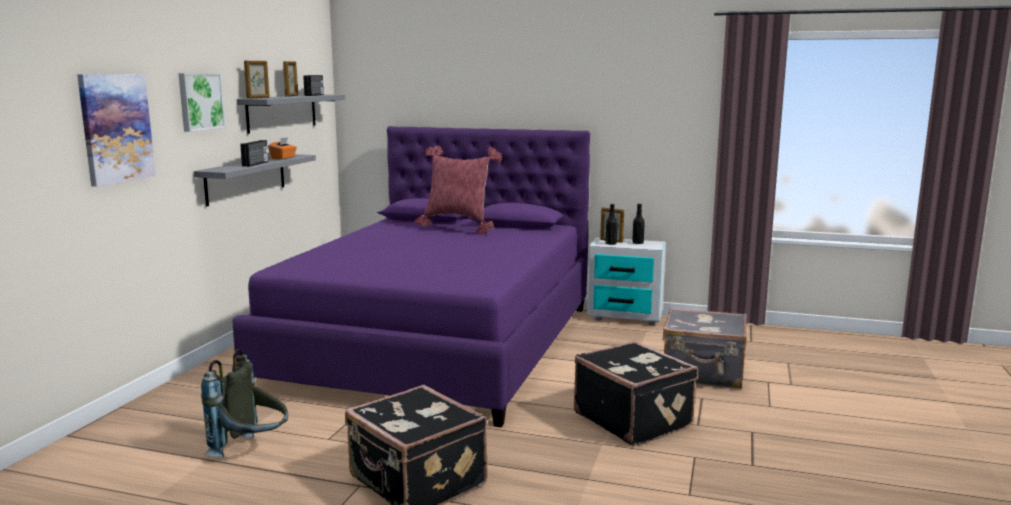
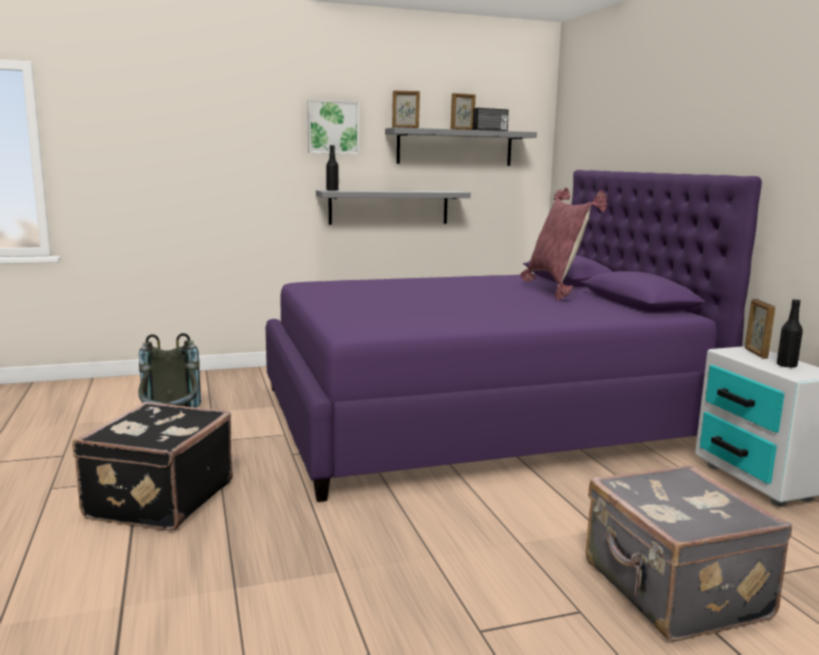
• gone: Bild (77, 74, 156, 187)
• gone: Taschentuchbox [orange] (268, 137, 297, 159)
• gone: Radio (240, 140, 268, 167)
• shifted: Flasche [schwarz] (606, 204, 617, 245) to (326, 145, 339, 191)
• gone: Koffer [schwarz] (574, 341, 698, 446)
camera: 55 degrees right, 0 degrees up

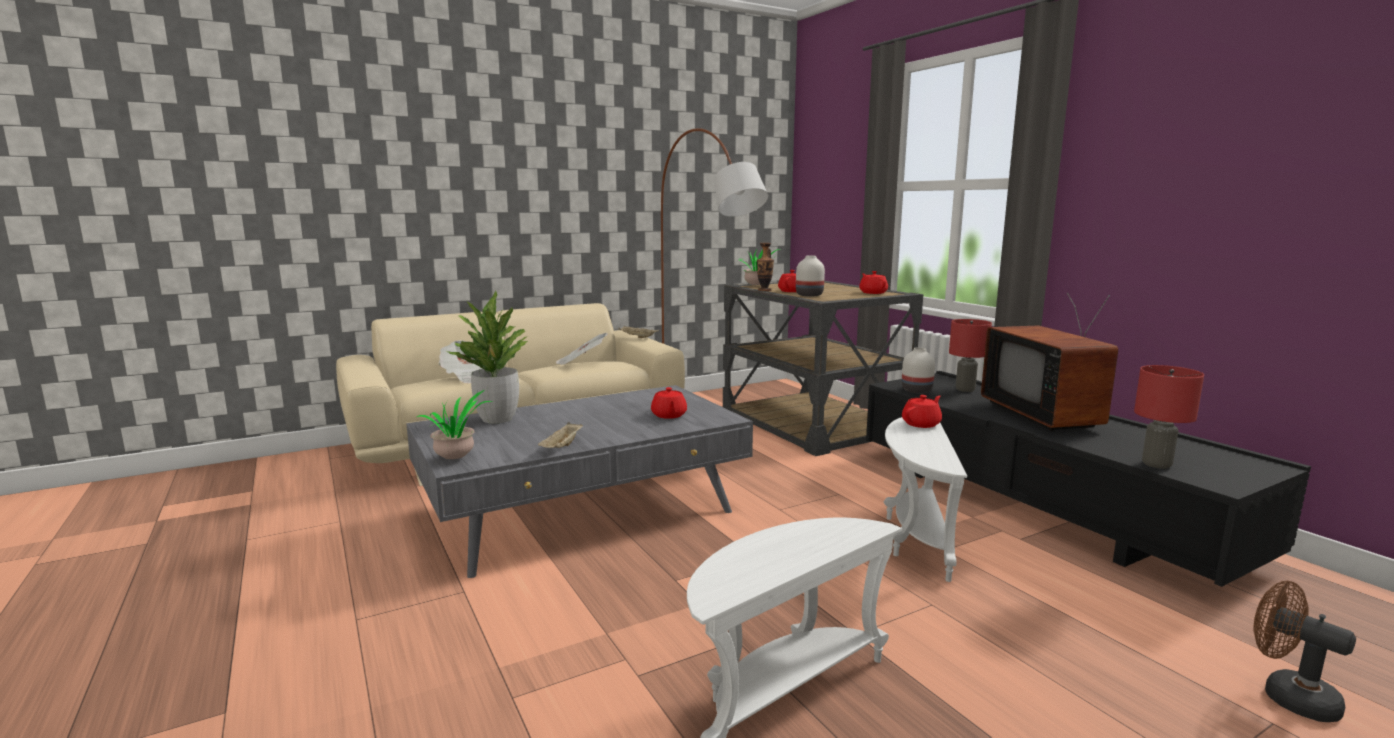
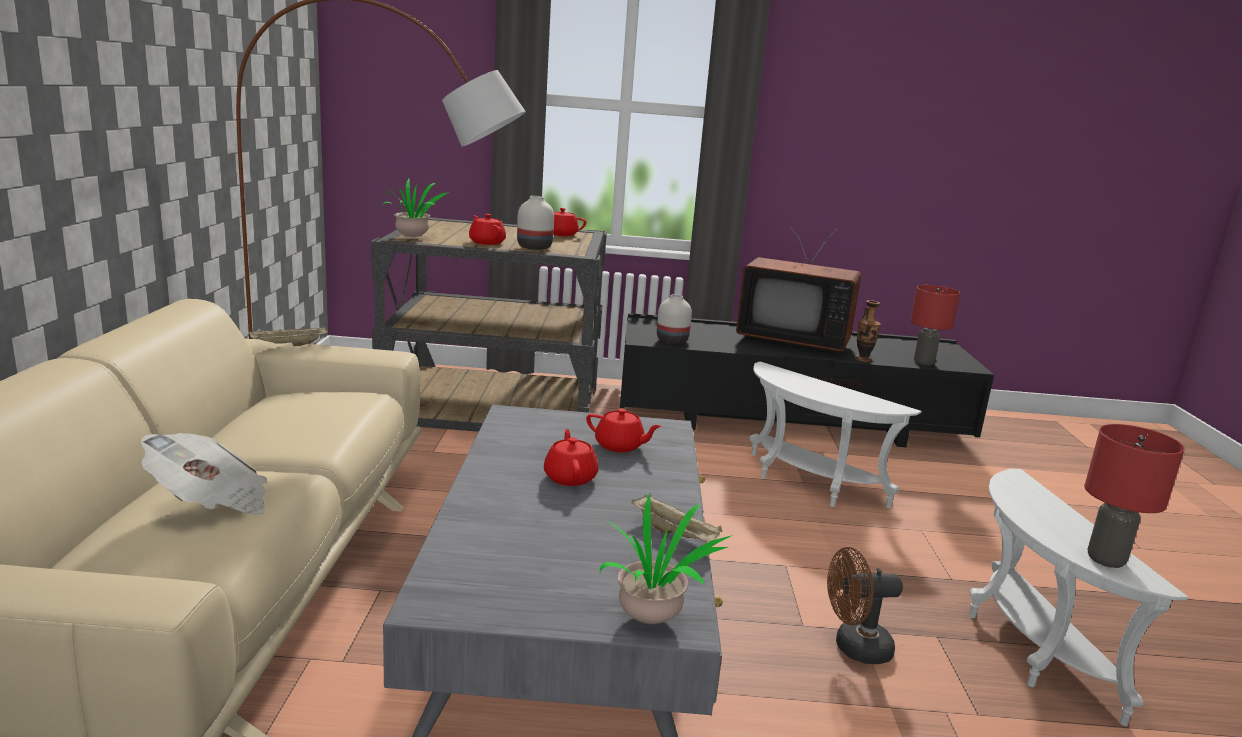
• shifted: Vase (757, 243, 774, 291) to (855, 300, 881, 362)
• gone: Topfpflanze (446, 291, 528, 424)
• shifted: Tischlampe [rot] (949, 319, 992, 392) to (1084, 424, 1185, 568)
• gone: Zeitung (555, 333, 608, 365)
• shifted: Teekanne [rot] (902, 395, 942, 428) to (544, 429, 598, 486)
• shifted: Ventilator [braun] (1253, 581, 1356, 722) to (827, 547, 903, 664)
camera: 60 degrees left, 5 degrees up

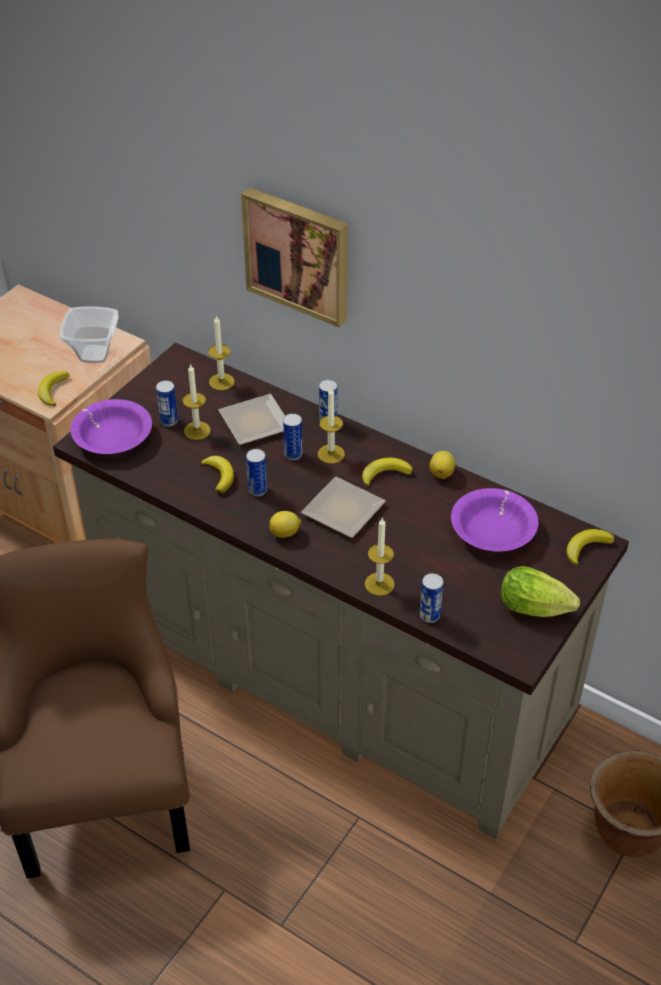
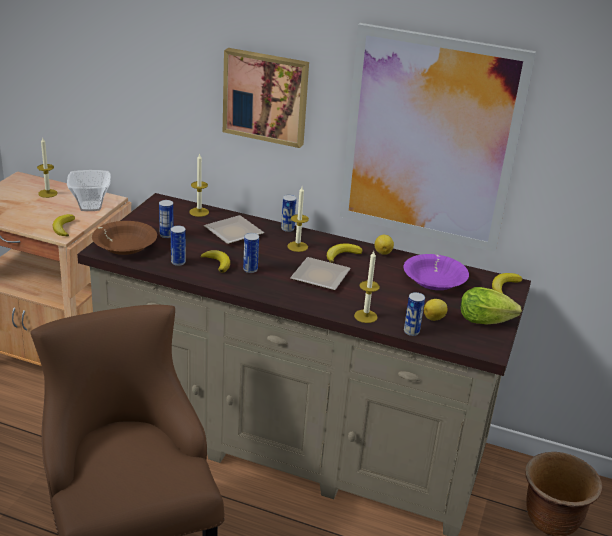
• shifted: Kerze (183, 364, 211, 440) to (37, 138, 58, 198)
• repainted: Schüssel [lila] (71, 399, 152, 454) to Schüssel [braun] (92, 221, 157, 255)
• shifted: Dose (283, 413, 303, 460) to (171, 226, 186, 266)
• shifted: Zitrone (269, 511, 301, 538) to (424, 299, 448, 321)
• new: Bild (340, 23, 536, 252)
camera: 15 degrees left, 15 degrees down

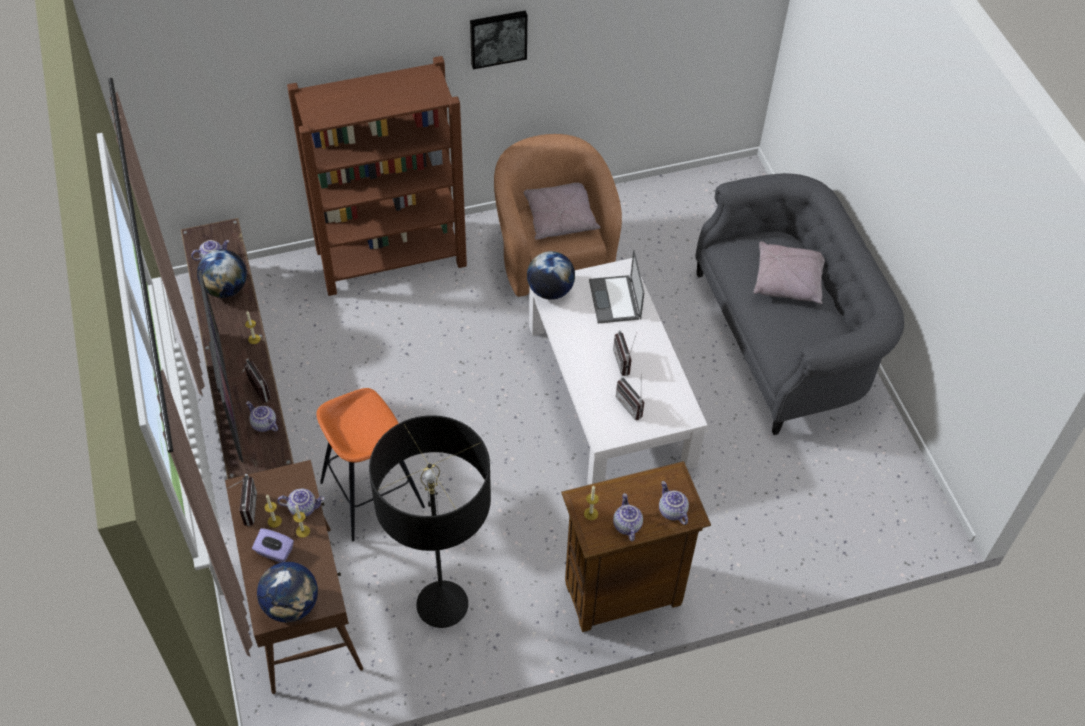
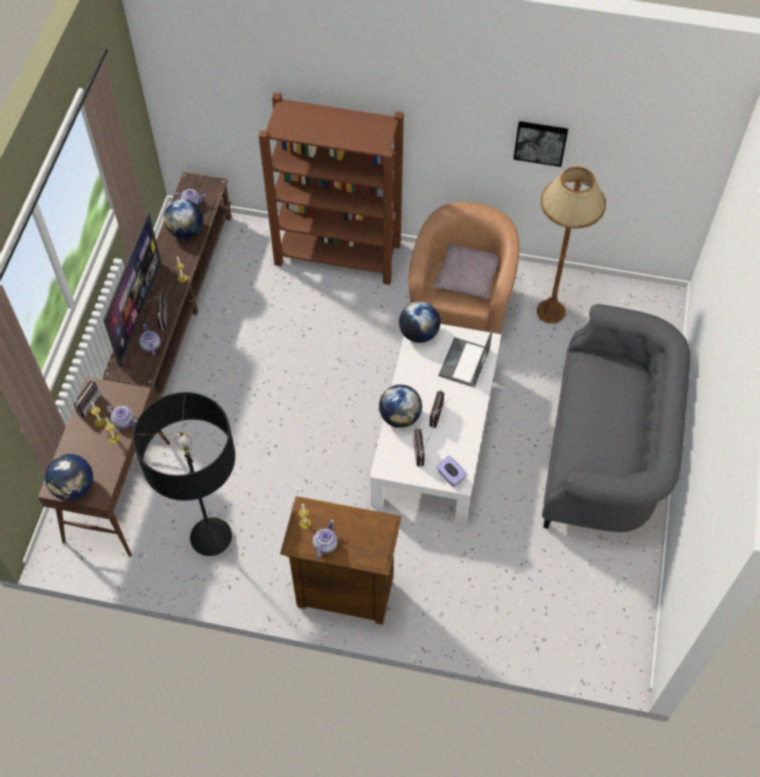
• shifted: Bild (470, 11, 527, 69) to (513, 121, 568, 167)
• gone: Kissen [lila] (754, 242, 825, 304)
• gone: Hocker [orange] (316, 388, 425, 542)
• gone: Teekanne (659, 481, 689, 525)
• shifted: Taschentuchbox [lila] (252, 528, 294, 563) to (436, 456, 467, 487)
• new: Stehlampe [braun] (537, 166, 606, 324)
• new: Globus (379, 385, 422, 428)
camera: 30 degrees right, 5 degrees up

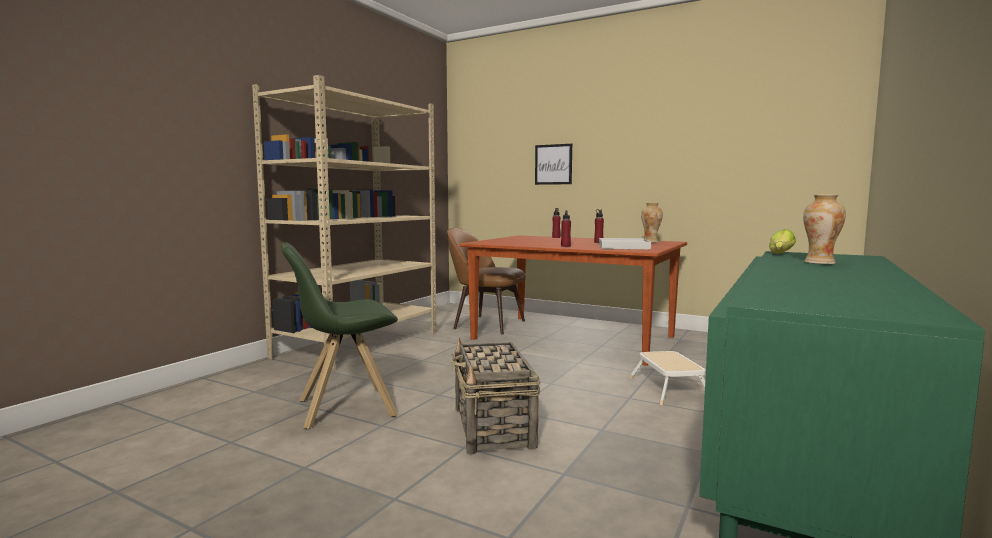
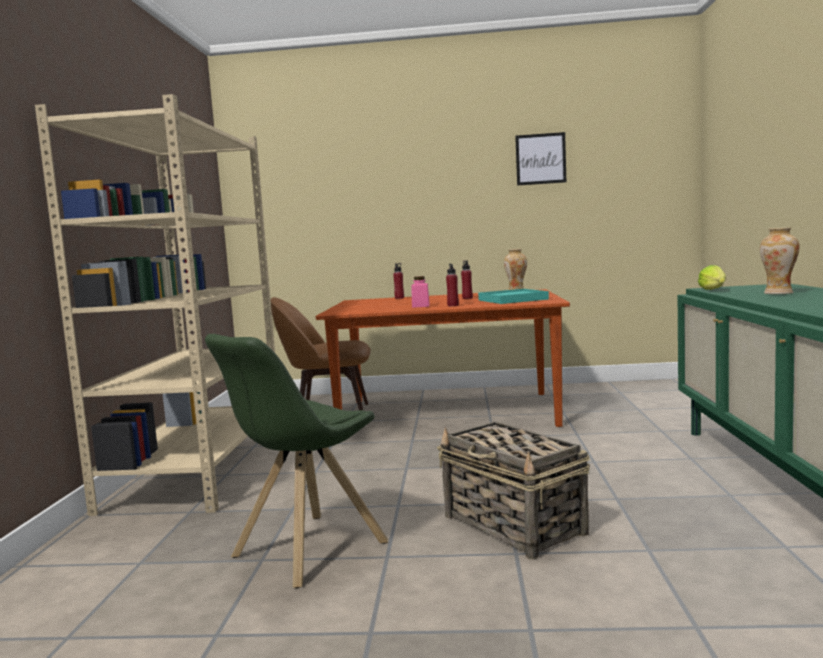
• shifted: Bild (535, 144, 572, 185) to (515, 132, 566, 186)
• repainted: Tablett [weiß] (599, 238, 651, 249) to Tablett [türkis] (478, 289, 549, 304)
• gone: Trittleiter [beige] (629, 351, 705, 406)
• new: Vorratsglas [rosa] (411, 276, 430, 308)
camera: 25 degrees left, 0 degrees up

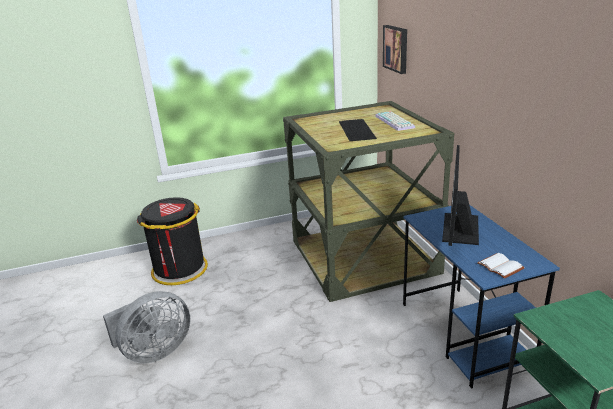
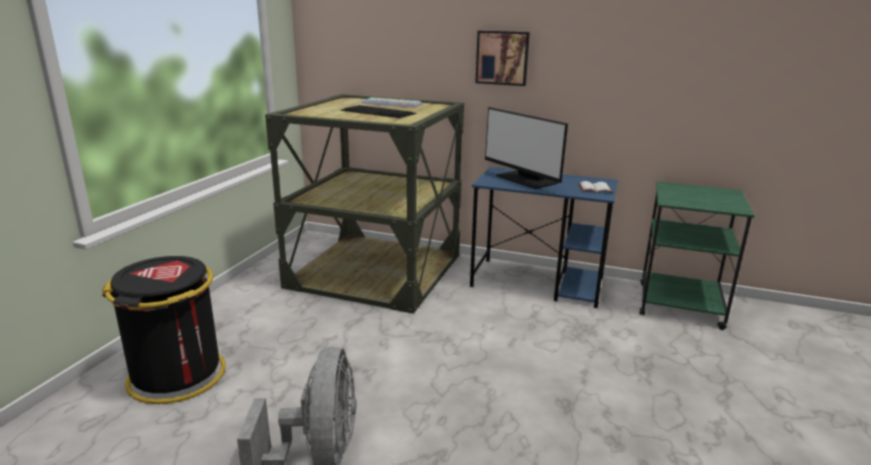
• shifted: Bild (383, 25, 407, 74) to (475, 31, 530, 86)
camera: 55 degrees left, 5 degrees down

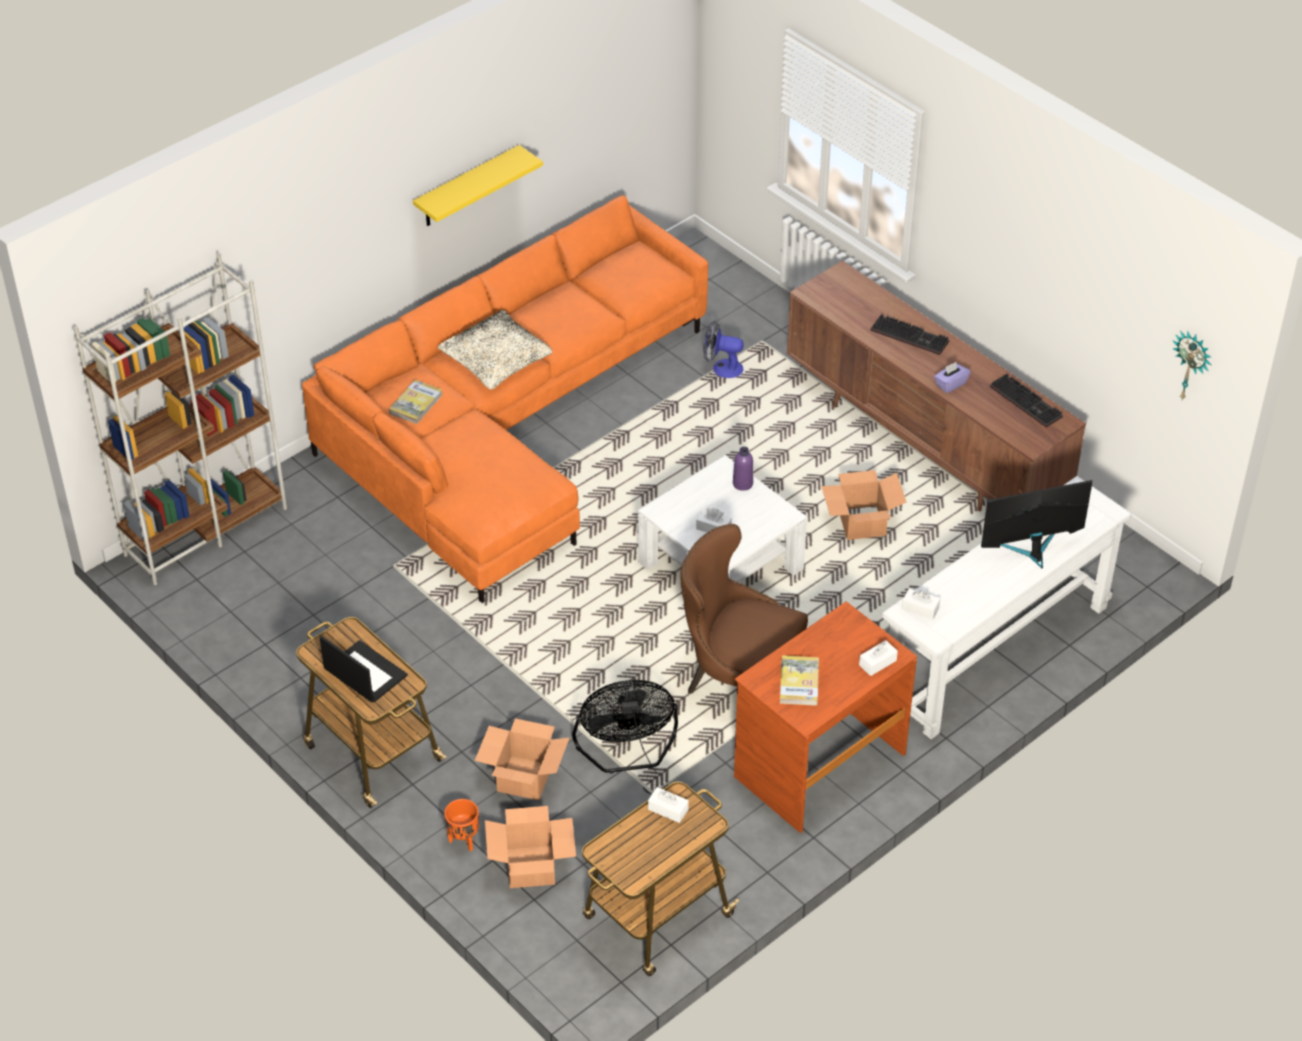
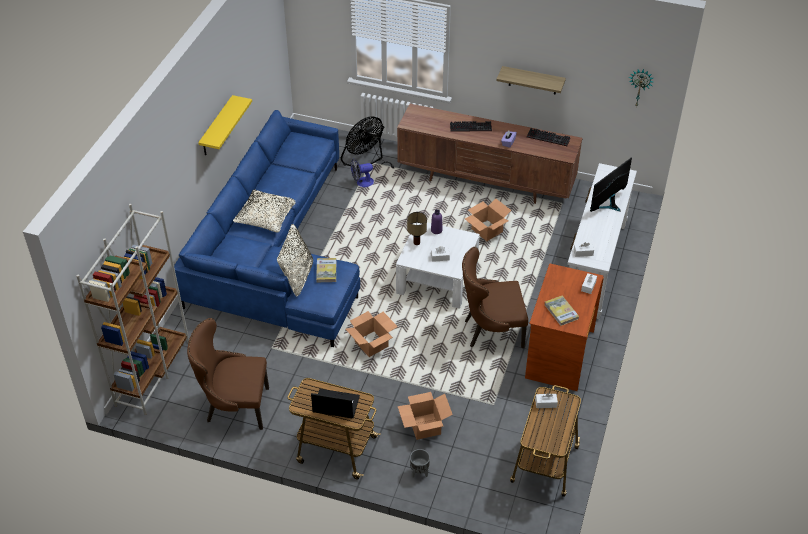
• repainted: Sofa [orange] (302, 195, 708, 603) to Sofa [blau] (174, 110, 360, 347)
• shifted: Buch (389, 379, 443, 424) to (316, 258, 336, 282)
• shifted: Ventilator [schwarz] (572, 680, 678, 794) to (341, 116, 394, 168)
• repainted: Pflanzkübel [orange] (444, 799, 479, 851) to Pflanzkübel [grau] (410, 449, 430, 478)
• shifted: Karton (485, 806, 576, 888) to (346, 311, 398, 357)
• new: Wandregal (496, 66, 566, 95)
• new: Tischlampe (407, 212, 427, 245)
• new: Kissen [beige] (277, 224, 313, 296)
• new: Stuhl [braun] (187, 318, 269, 430)
camera: 30 degrees left, 0 degrees up

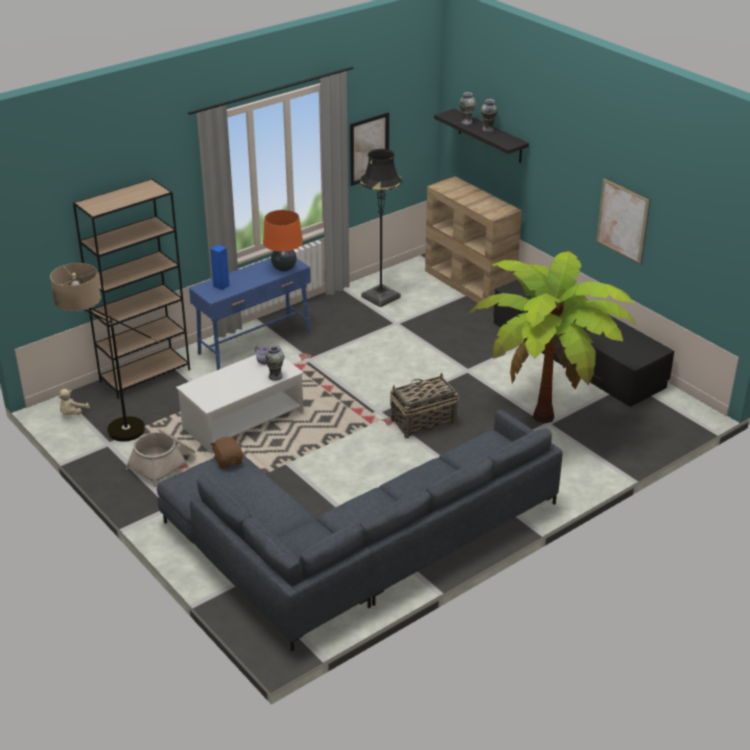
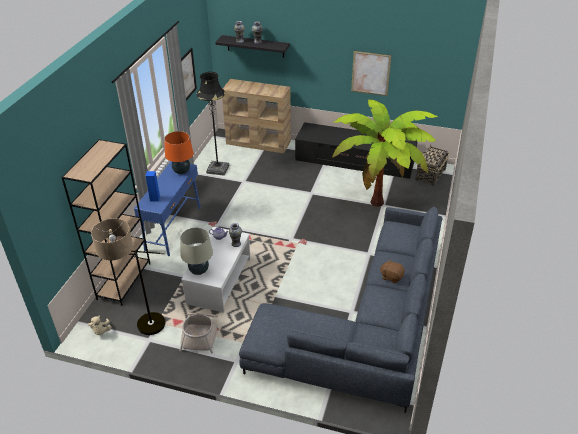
• shifted: Korb (390, 372, 459, 439) to (415, 145, 449, 186)
• shifted: Plüschtier [braun] (210, 436, 243, 469) to (380, 259, 405, 284)
• new: Tischlampe [beige] (180, 228, 213, 275)
camera: 35 degrees left, 5 degrees up

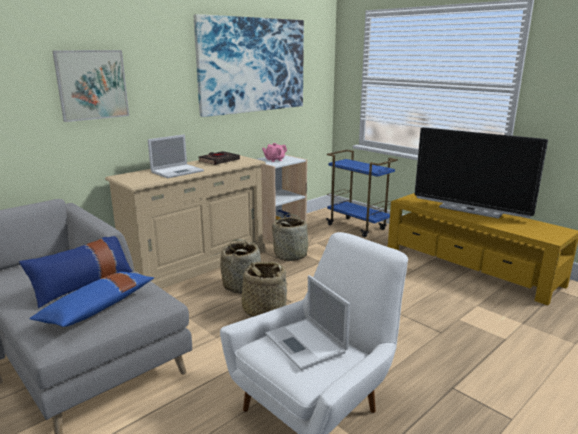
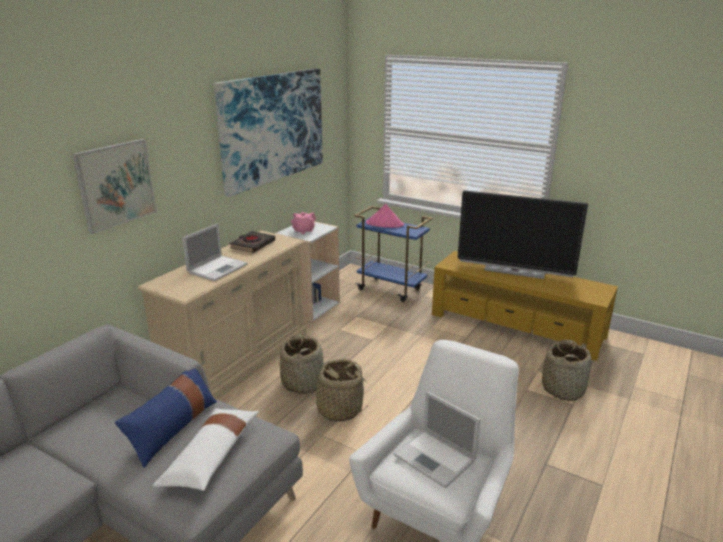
• shifted: Korb (272, 214, 310, 261) to (542, 340, 591, 401)
• repainted: Kissen [blau] (29, 272, 154, 327) to Kissen [weiß] (153, 408, 259, 491)
• new: Hut [rosa] (366, 204, 404, 228)
camera: 15 degrees left, 5 degrees up

